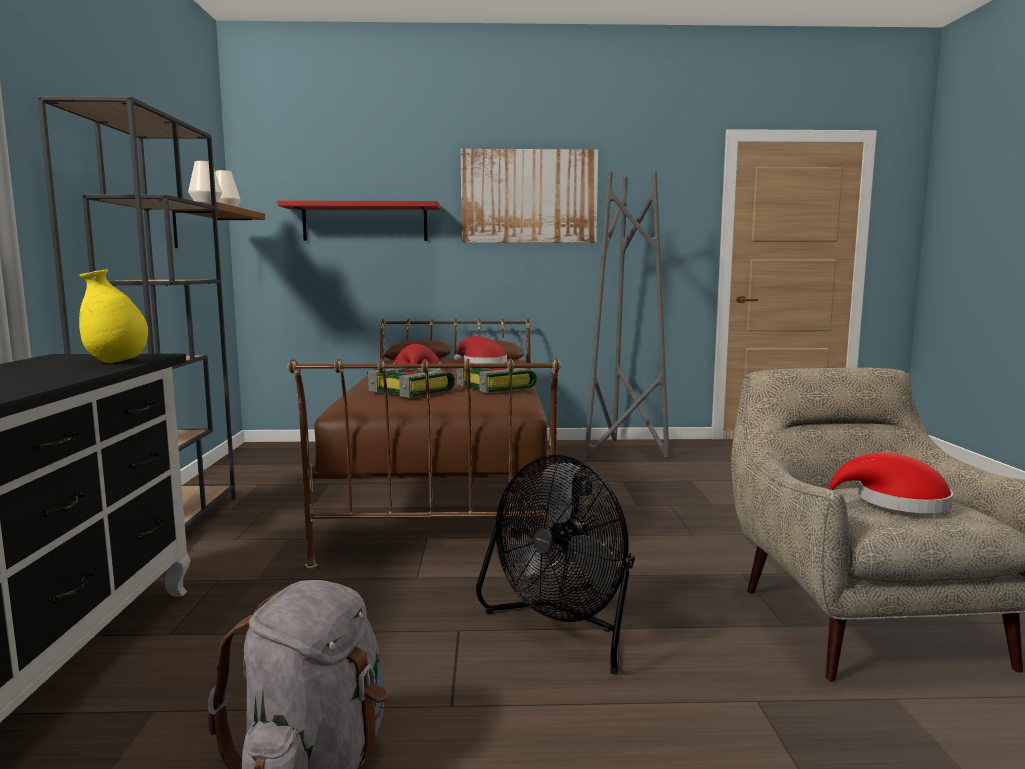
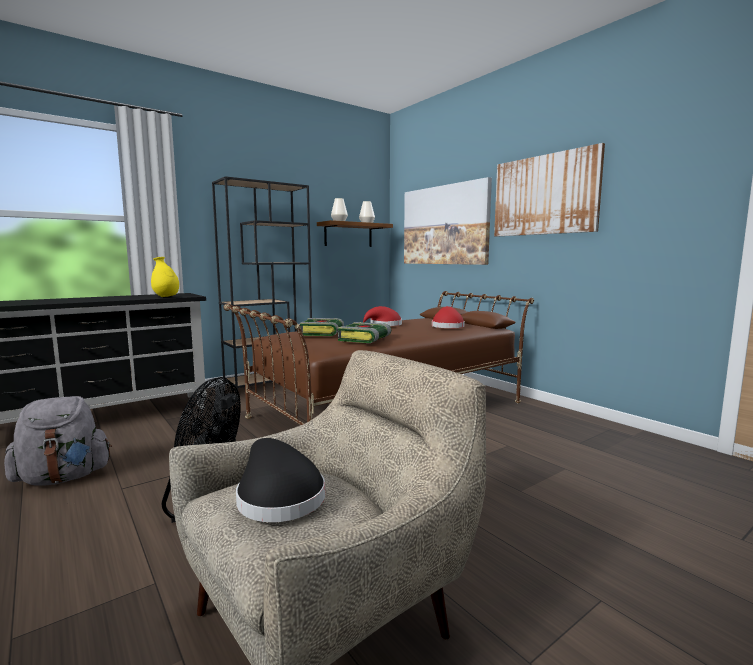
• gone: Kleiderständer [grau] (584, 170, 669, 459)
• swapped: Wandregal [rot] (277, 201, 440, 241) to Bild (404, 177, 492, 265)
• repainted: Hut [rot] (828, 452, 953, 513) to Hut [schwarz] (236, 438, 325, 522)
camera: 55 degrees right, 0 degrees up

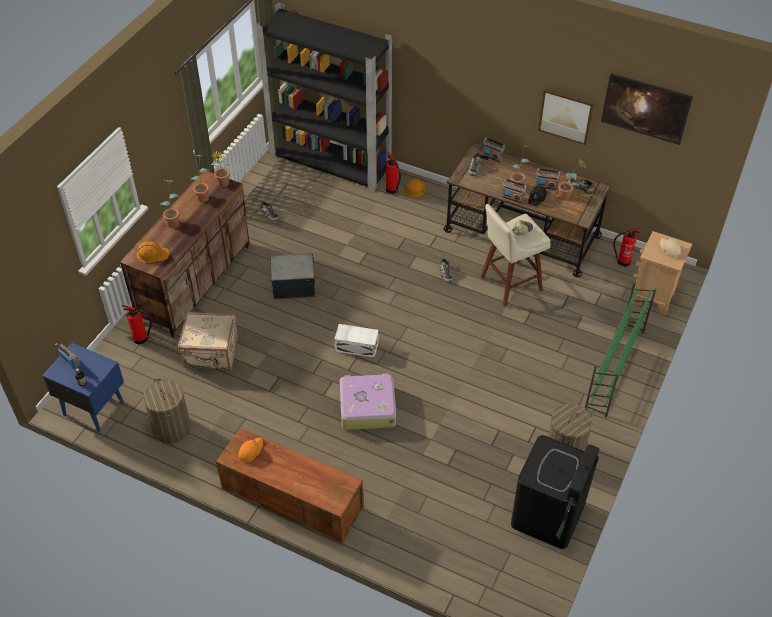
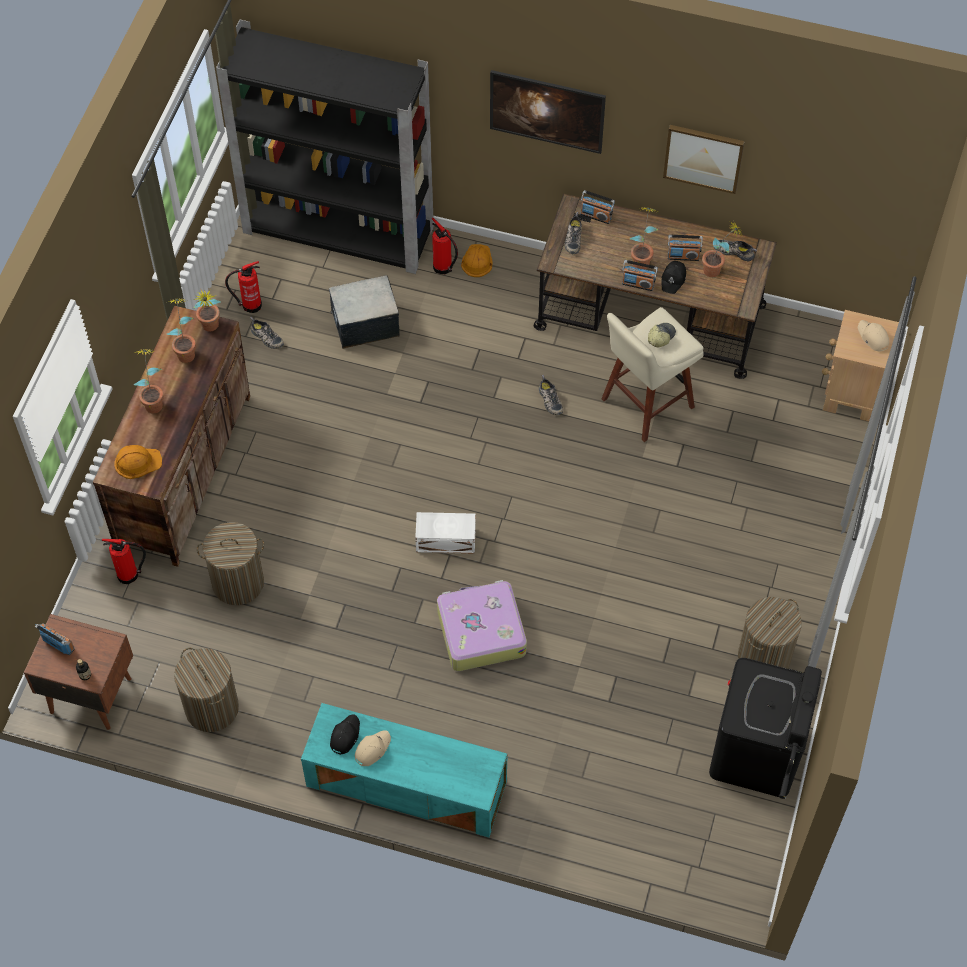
• shifted: Bild (601, 73, 693, 145) to (490, 70, 606, 154)
• shifted: Feuerlöscher (613, 228, 641, 267) to (225, 261, 262, 313)
• shifted: Aufbewahrungsbox (271, 253, 315, 300) to (329, 275, 400, 349)
• gone: Schuhregal [grün] (585, 281, 657, 417)
• swapped: Koffer [beige] (178, 312, 238, 370) to Wäschekorb (197, 522, 264, 605)
• repainted: Nachttisch [blau] (42, 343, 124, 432) to Nachttisch [braun] (24, 614, 133, 730)
• repainted: Bank [braun] (216, 428, 364, 543) to Bank [türkis] (301, 703, 508, 838)
• repainted: Kappe [orange] (238, 438, 263, 463) to Kappe [schwarz] (330, 714, 360, 755)
• new: Kappe [beige] (355, 730, 391, 766)
camera: 10 degrees left, 10 degrees up

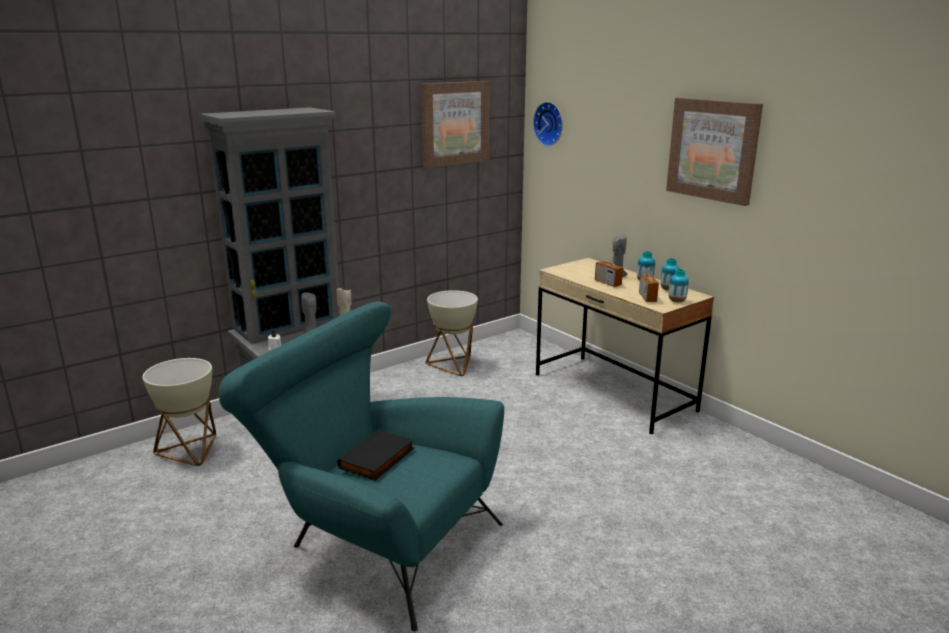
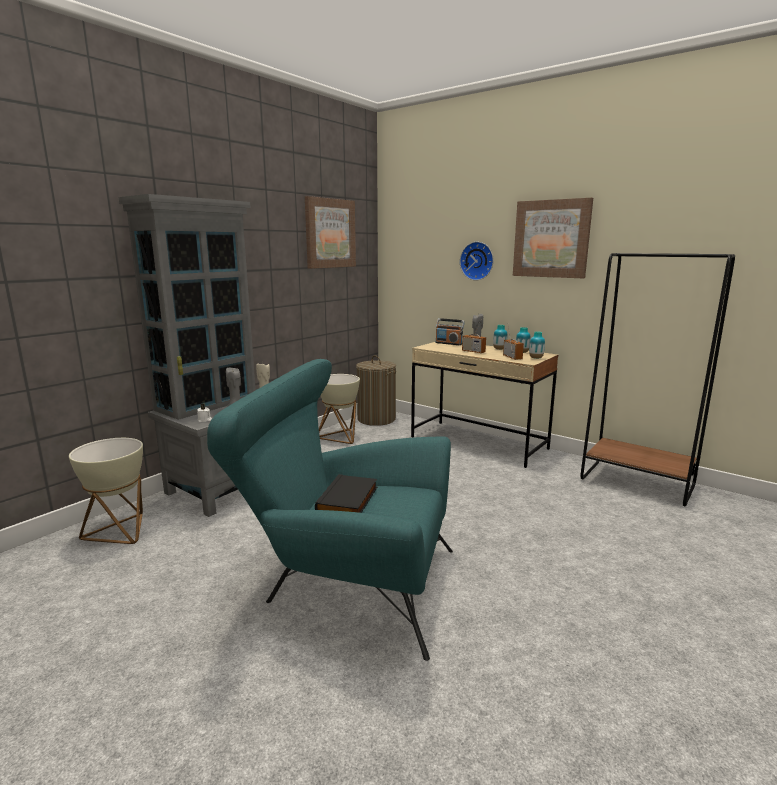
• shifted: Wanduhr (533, 102, 563, 146) to (460, 242, 494, 281)
• new: Kleiderständer (580, 253, 735, 507)
• new: Radio (435, 318, 465, 345)
• new: Wäschekorb (356, 355, 396, 426)
camera: 15 degrees left, 5 degrees down

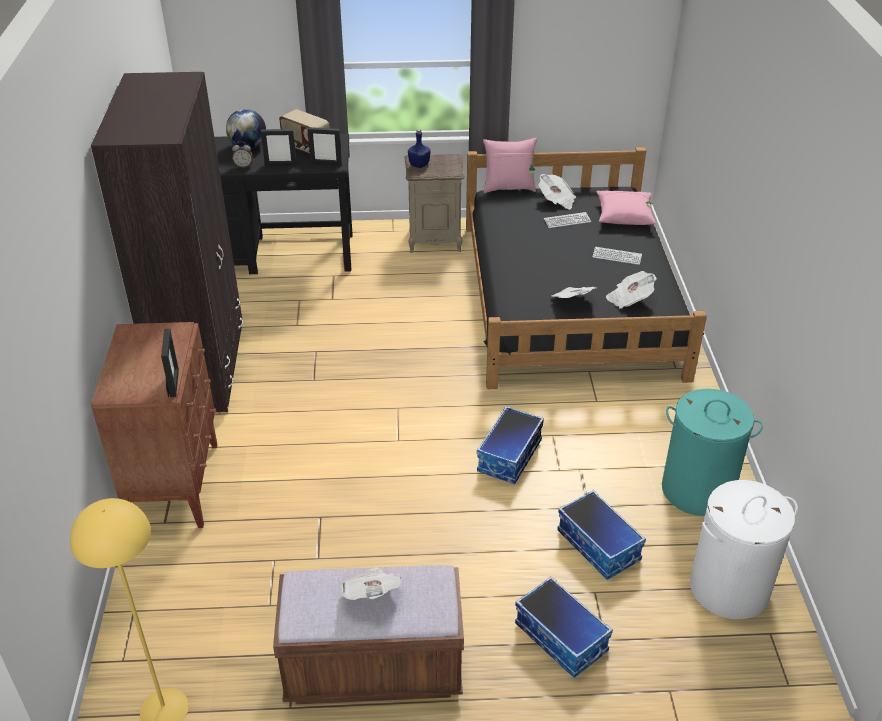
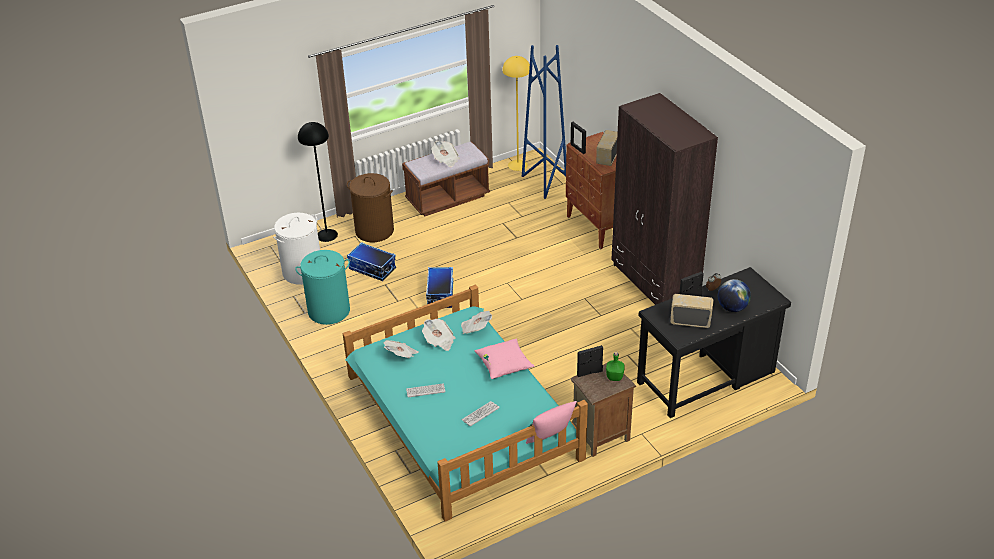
• shifted: Bilderrahmen (307, 127, 342, 166) to (577, 345, 603, 377)
• repainted: Flasche [blau] (408, 129, 430, 168) to Flasche [grün] (606, 352, 625, 381)
• repainted: Bett [schwarz] (466, 147, 707, 389) to Bett [türkis] (343, 285, 588, 522)
• shifted: Zeitung (538, 174, 576, 209) to (461, 311, 492, 334)
• shifted: Kissen [rosa] (596, 191, 656, 225) to (475, 339, 534, 379)
• swapped: Aufbewahrungsbox (515, 576, 613, 678) to Wäschekorb [braun] (347, 173, 394, 242)
• new: Kleiderständer [blau] (522, 45, 566, 199)
• new: Stehlampe [schwarz] (298, 122, 338, 242)
• new: Radio (596, 130, 618, 166)
camera: 155 degrees right, 0 degrees up

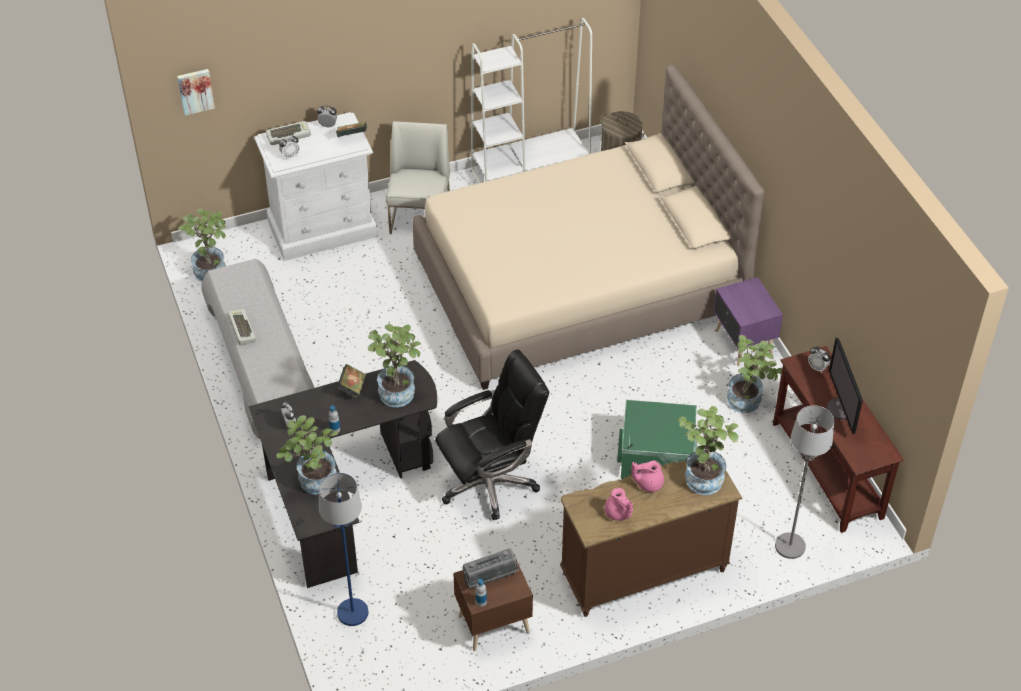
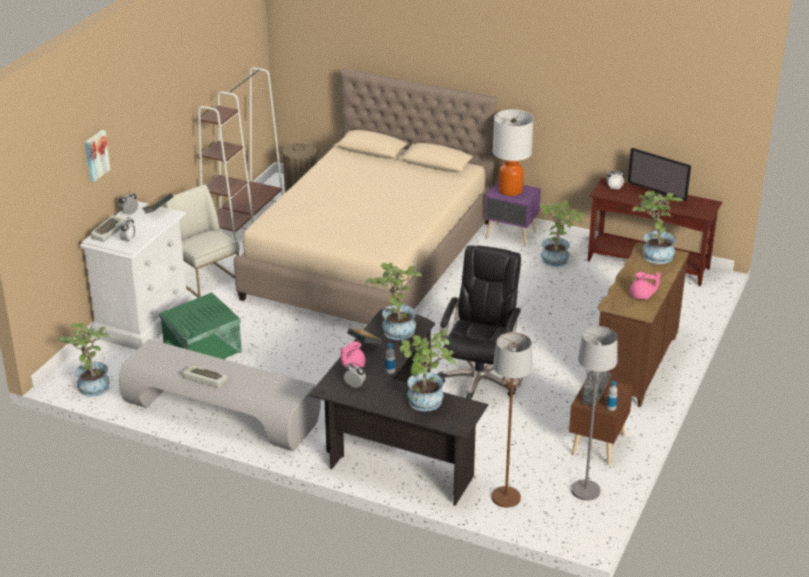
• repainted: Kleiderständer [weiß] (471, 18, 592, 183) to Kleiderständer [braun] (198, 67, 283, 240)
• shifted: Bild (177, 69, 215, 115) to (85, 130, 110, 182)
• shifted: Aufbewahrungsbox [grün] (617, 400, 697, 479) to (159, 292, 242, 360)
• shifted: Stehlampe [grau] (775, 405, 834, 559) to (571, 326, 617, 501)
• shifted: Teekanne [rosa] (631, 461, 664, 492) to (341, 341, 366, 367)
• repainted: Stehlampe [blau] (319, 473, 368, 626) to Stehlampe [braun] (492, 332, 533, 508)
• new: Tischlampe (493, 109, 534, 196)
camera: 45 degrees left, 15 degrees down

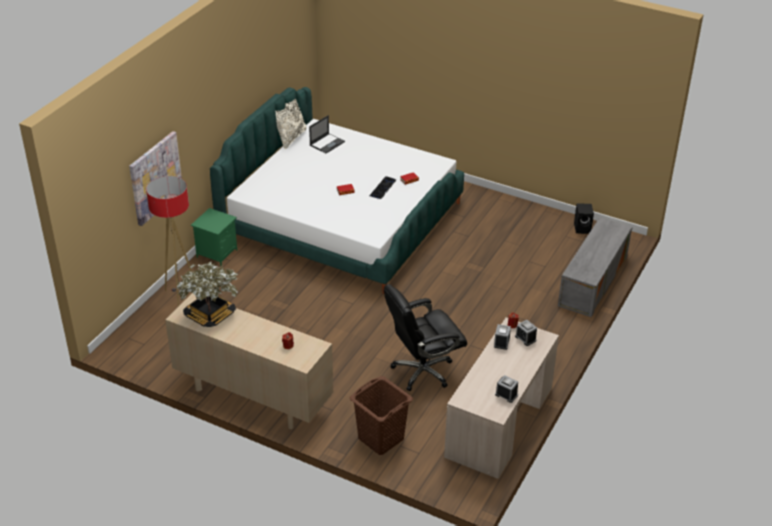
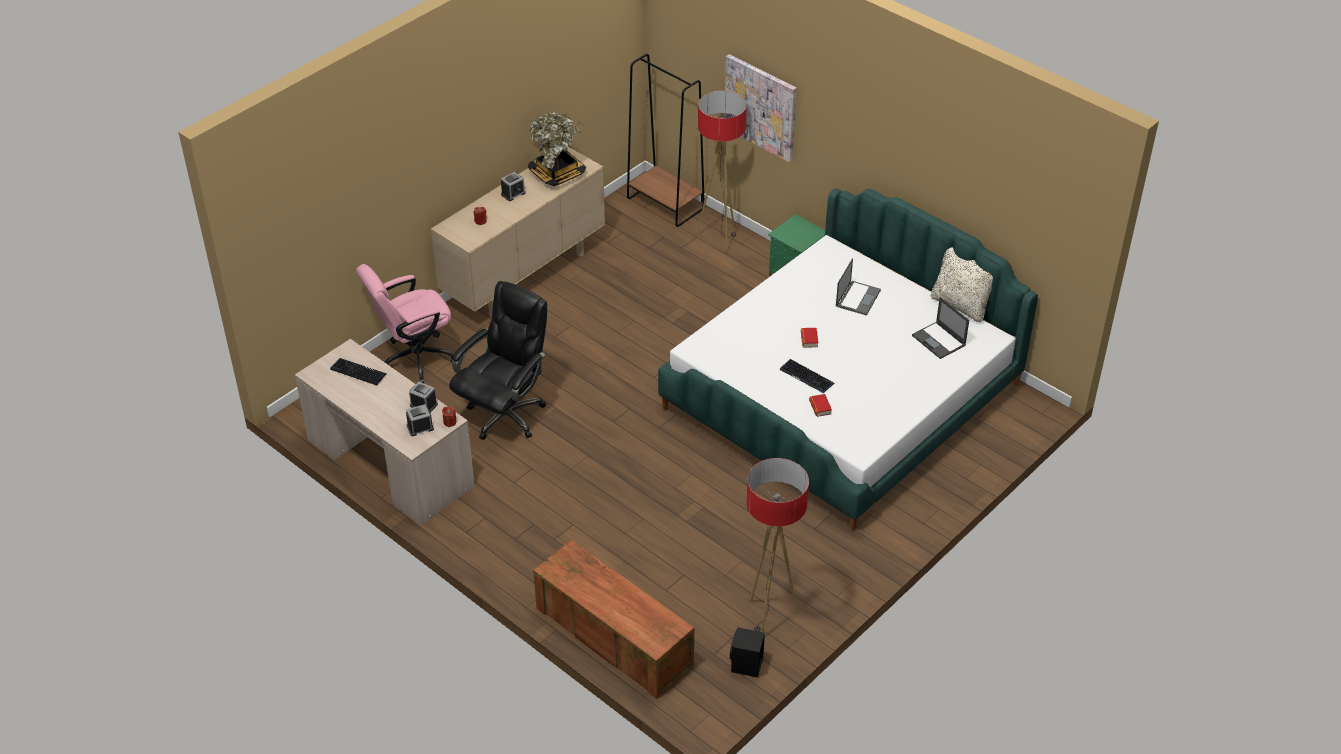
• repainted: Bank [grau] (558, 217, 633, 317) to Bank [braun] (533, 540, 694, 699)
• rotated: Bürostuhl [schwarz] (384, 284, 467, 391) = (449, 281, 547, 440) 45 degrees clockwise
• shifted: Wecker (495, 375, 518, 403) to (501, 172, 526, 201)
• swapped: Wäschekorb [braun] (350, 376, 413, 455) to Bürostuhl [rosa] (356, 264, 453, 384)
• new: Kleiderständer (627, 54, 705, 227)
• new: Laptop (836, 258, 881, 316)
• new: Tastatur (330, 358, 387, 386)
• new: Stehlampe (747, 458, 809, 632)
camera: 105 degrees right, 5 degrees up

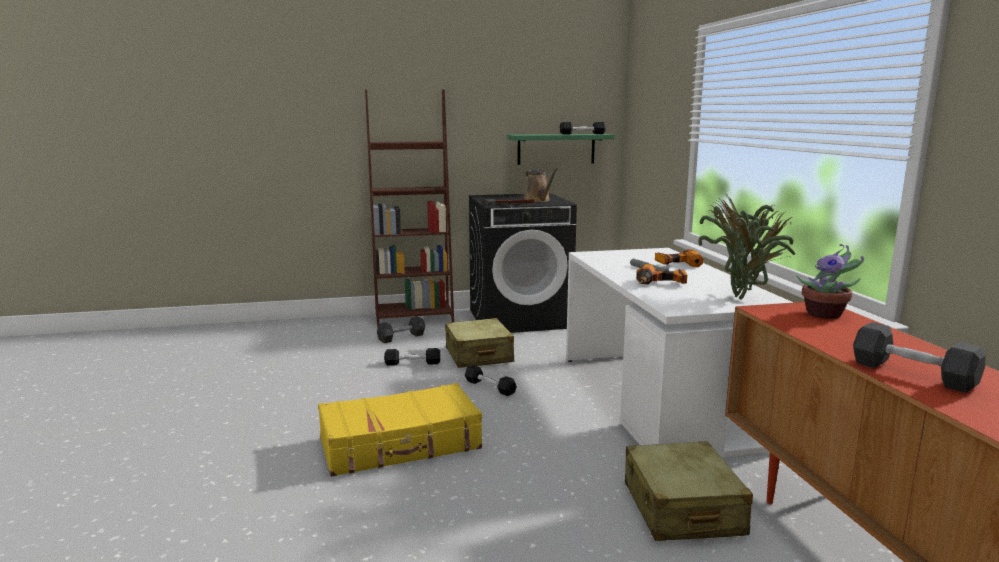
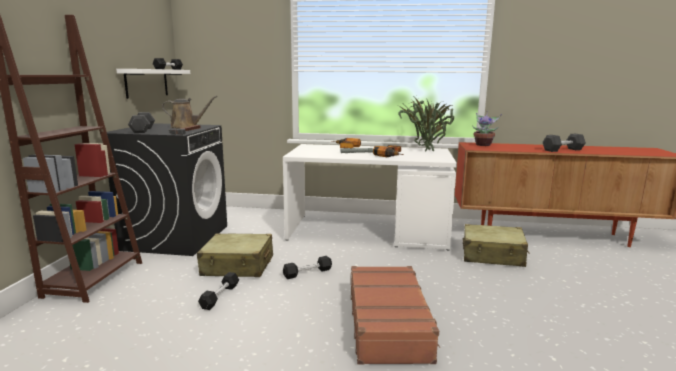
• repainted: Wandregal [grün] (507, 134, 615, 165) to Wandregal [weiß] (116, 69, 190, 99)
• shifted: Hantel [grau] (377, 316, 425, 343) to (128, 112, 155, 133)
• repainted: Koffer [gelb] (318, 383, 482, 477) to Koffer [braun] (351, 266, 440, 365)
camera: 70 degrees left, 0 degrees up

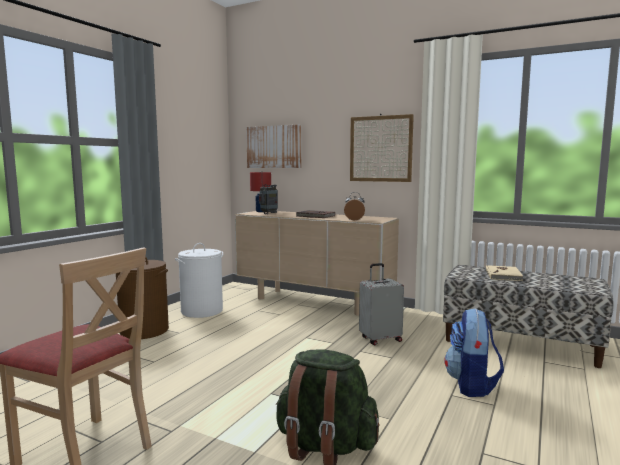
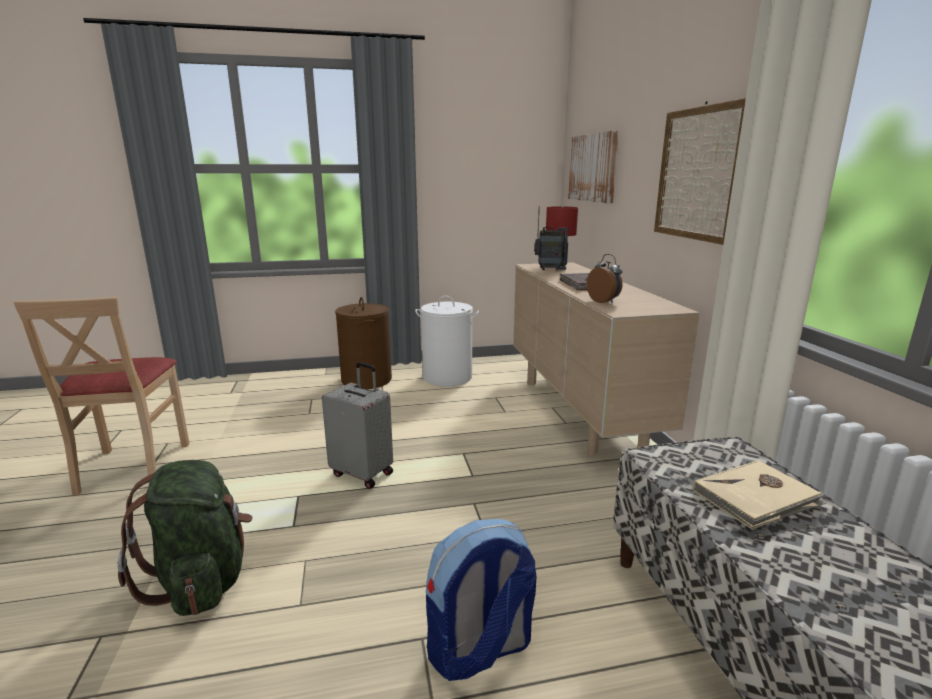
• shifted: Koffer [grau] (359, 263, 404, 345) to (322, 362, 393, 489)
camera: 50 degrees right, 10 degrees up

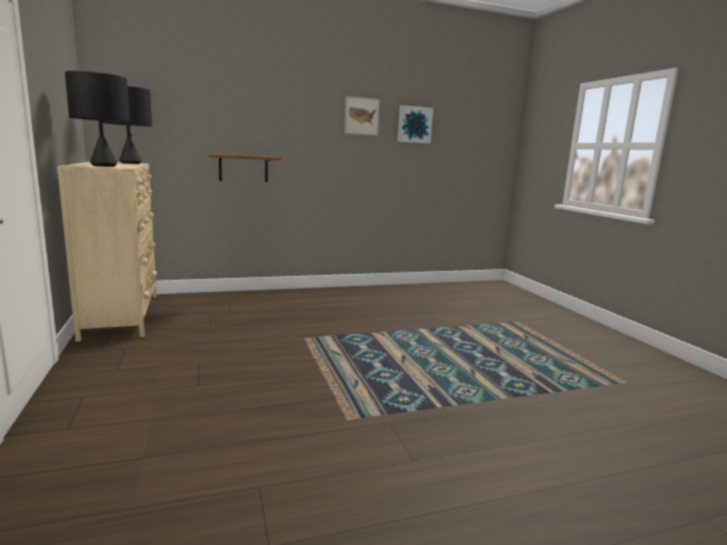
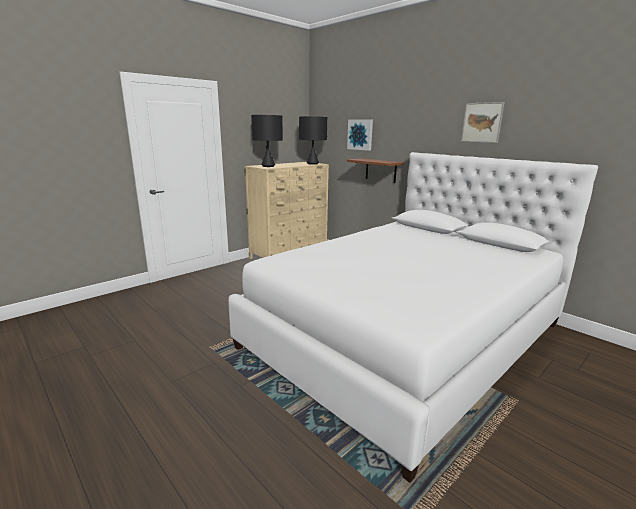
• shifted: Bild (397, 105, 433, 144) to (347, 120, 373, 151)
• new: Bett [weiß] (228, 152, 598, 483)
camera: 65 degrees right, 5 degrees up

